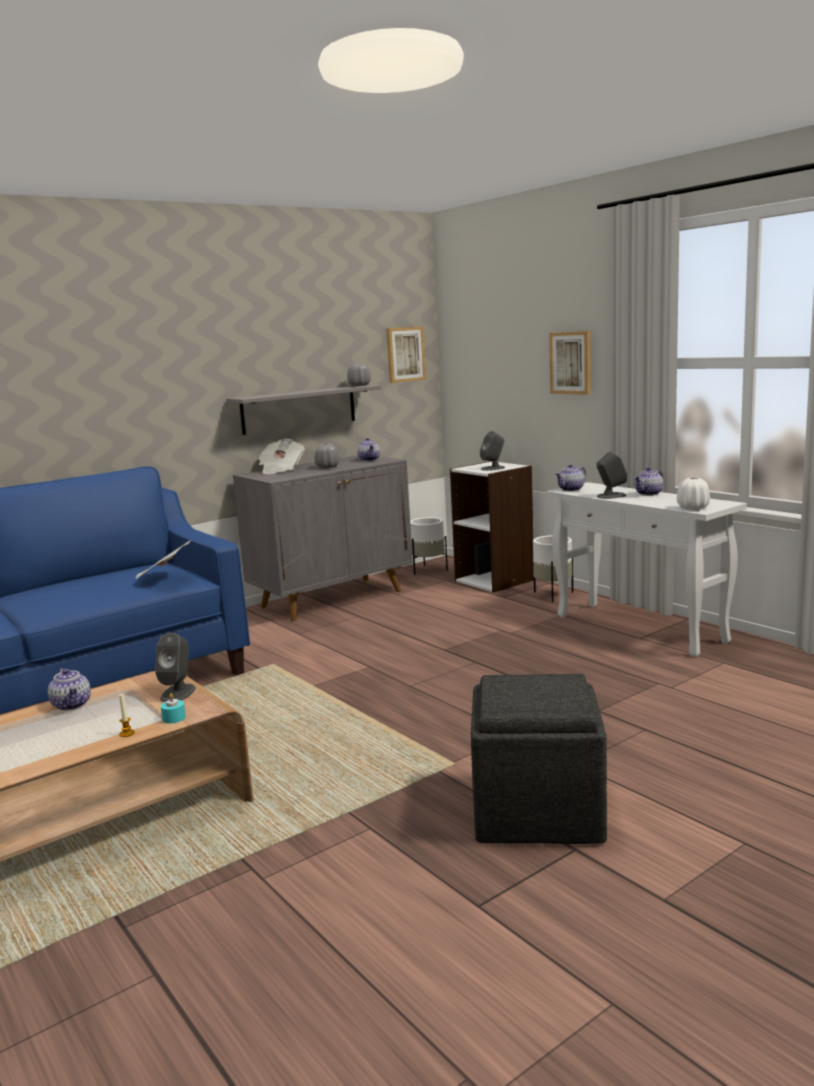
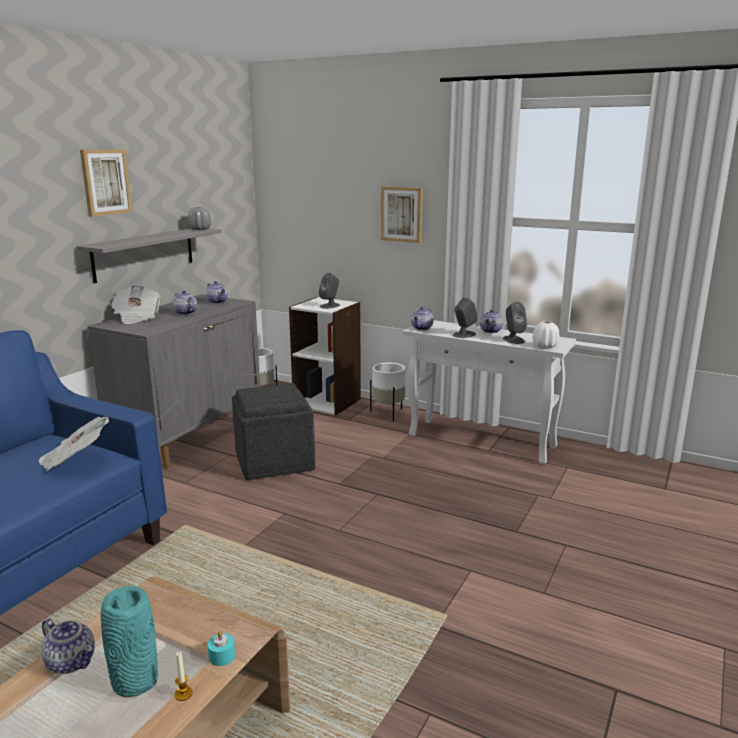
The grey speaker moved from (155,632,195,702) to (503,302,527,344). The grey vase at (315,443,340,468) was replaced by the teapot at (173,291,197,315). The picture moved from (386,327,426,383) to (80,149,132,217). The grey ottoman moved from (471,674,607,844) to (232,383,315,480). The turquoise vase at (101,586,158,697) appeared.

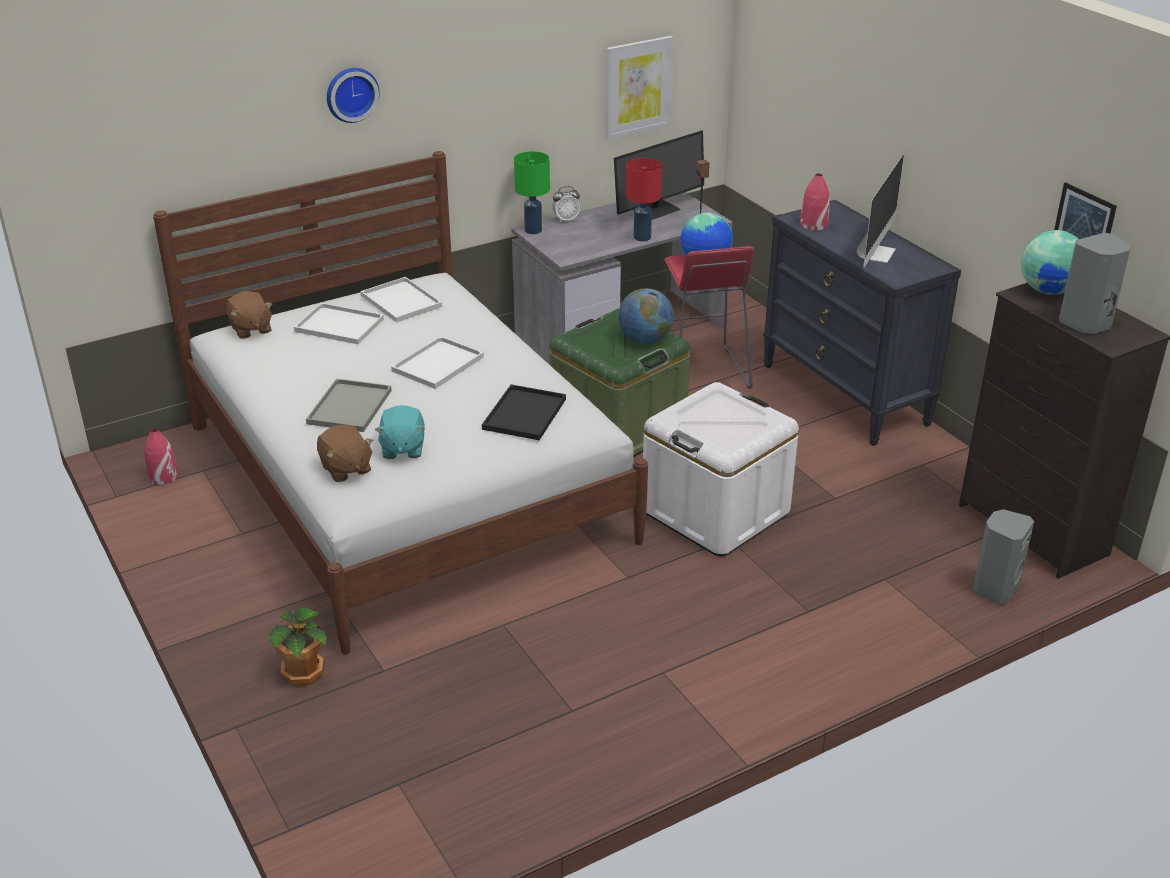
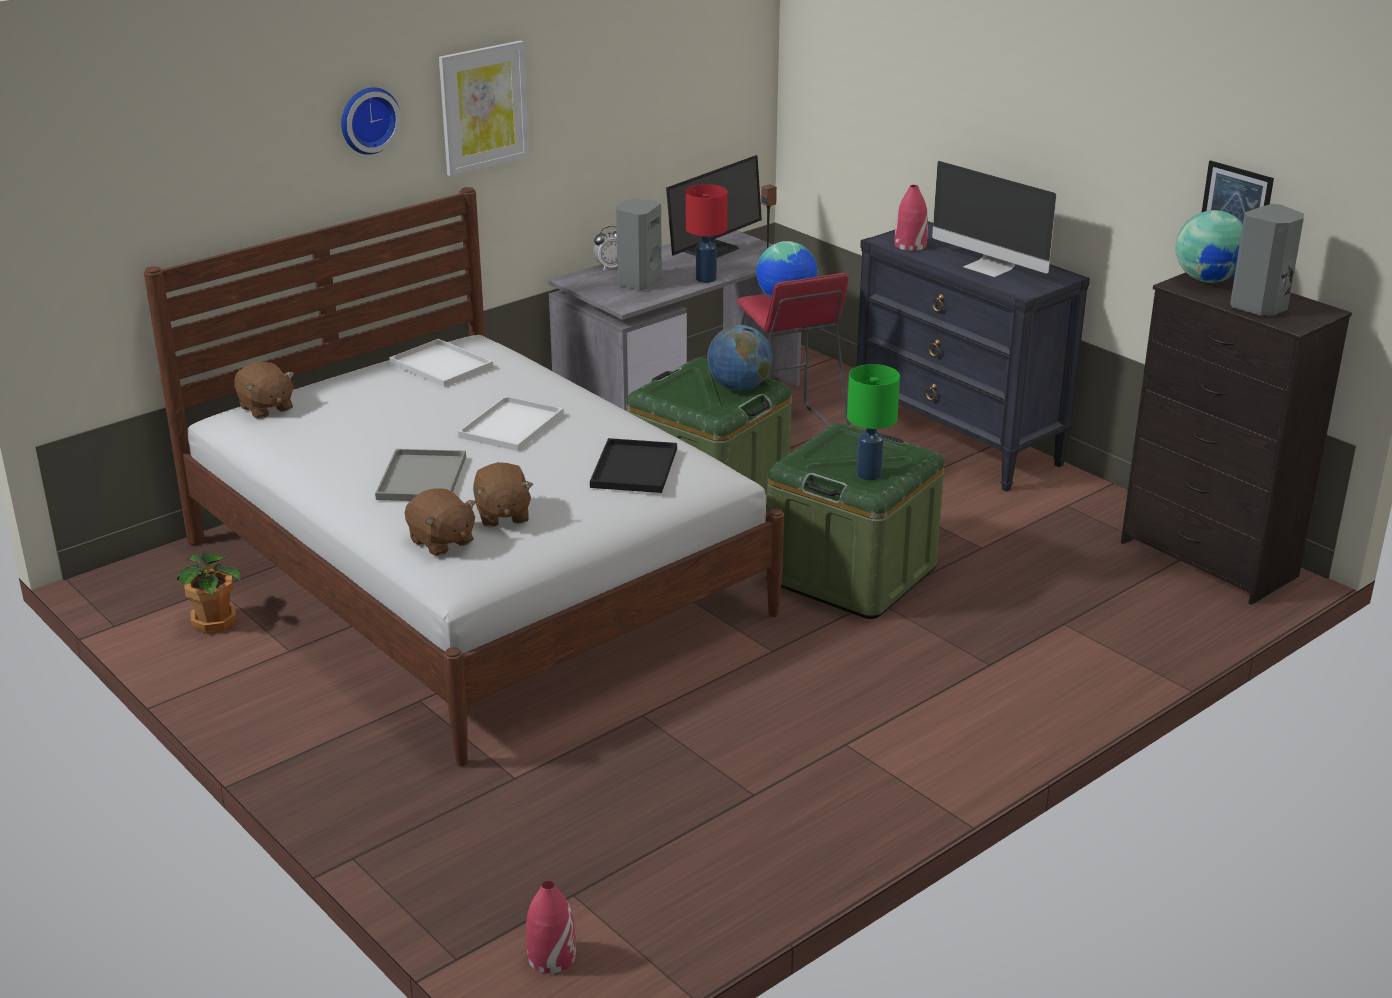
The red vase moved from (144,428,178,485) to (526,881,576,973). The potted plant moved from (269,608,326,686) to (177,553,240,634). The white tray at (294,303,384,344) disappeared. The turquoise plush toy at (375,405,425,459) became the brown plush toy at (473,462,533,527). The green table lamp moved from (514,151,550,234) to (847,364,900,480). The picture moved from (606,36,674,140) to (439,41,529,176). The white storage box at (643,382,799,556) became the green storage box at (765,423,944,619). The monitor at (857,154,904,268) turned 120 degrees clockwise. The grey speaker moved from (973,509,1034,605) to (616,199,662,290).

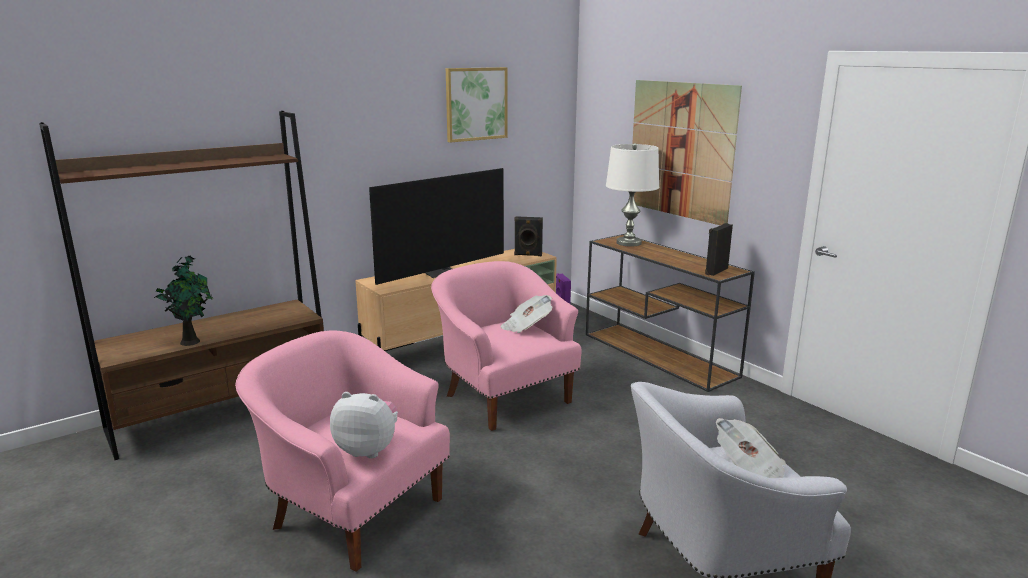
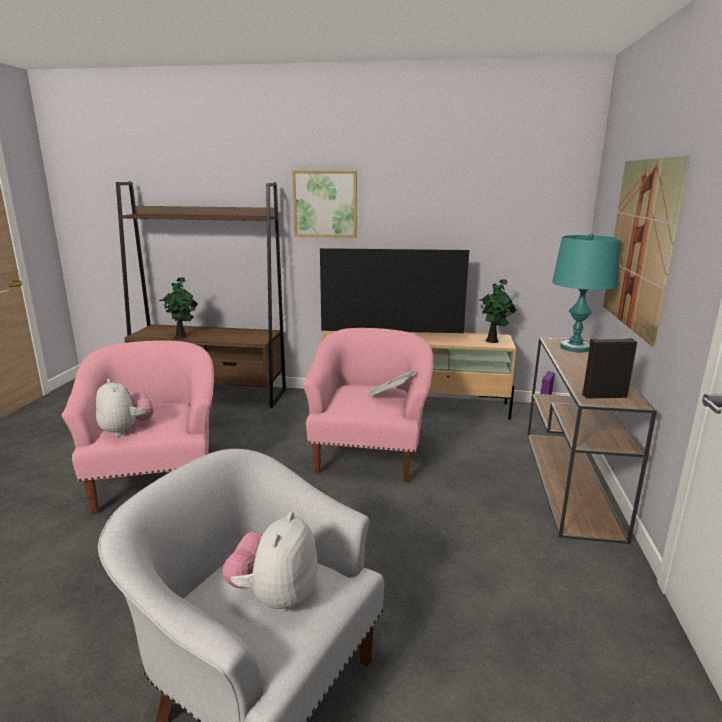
The picture moved from (446,67,507,143) to (292,171,357,238). The black speaker at (514,216,543,256) was replaced by the potted plant at (480,279,516,343). The white table lamp at (606,143,659,247) became the turquoise table lamp at (552,233,621,352). The newspaper at (716,418,786,478) was replaced by the plush toy at (222,512,317,611).

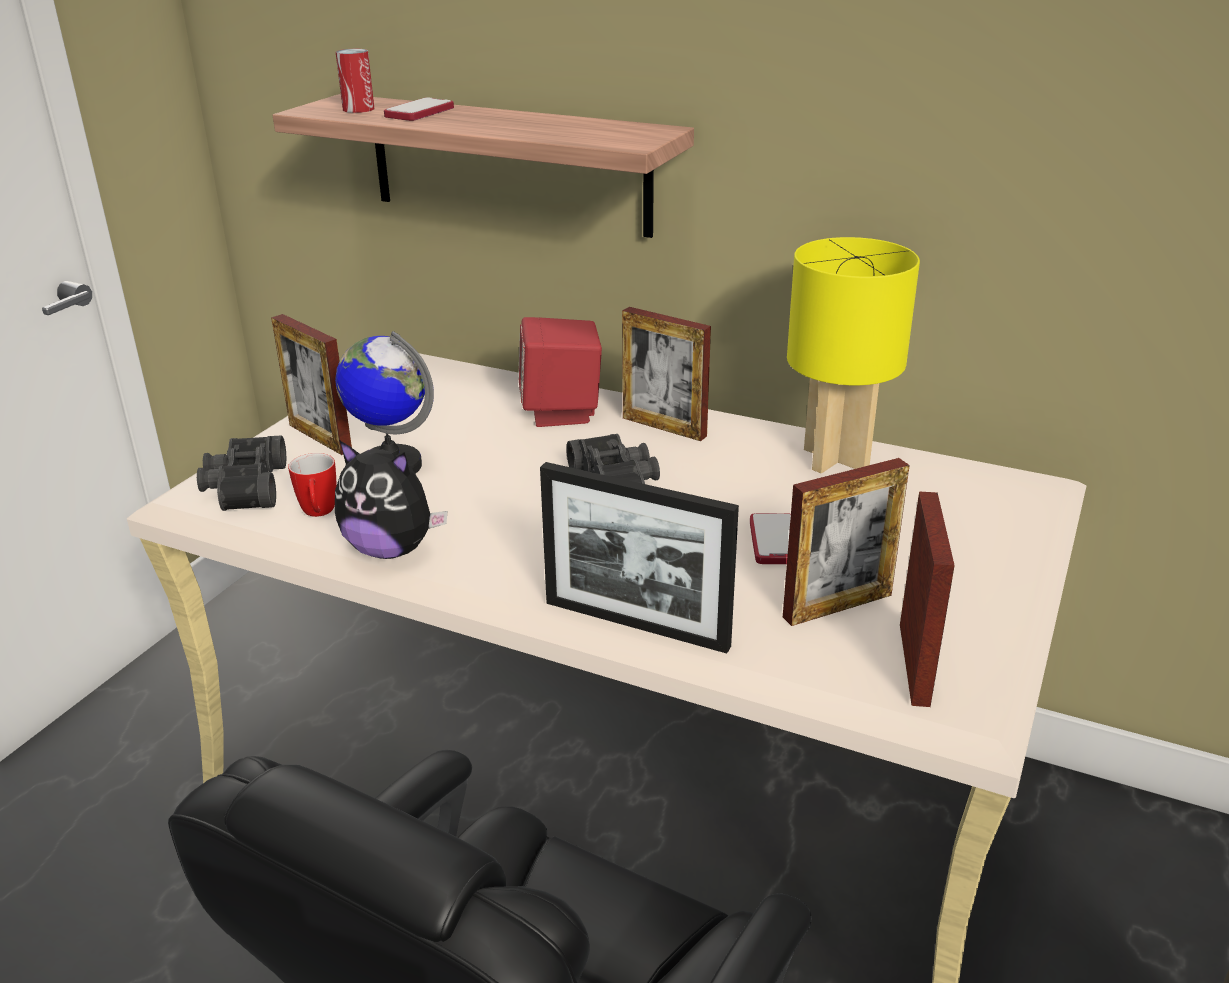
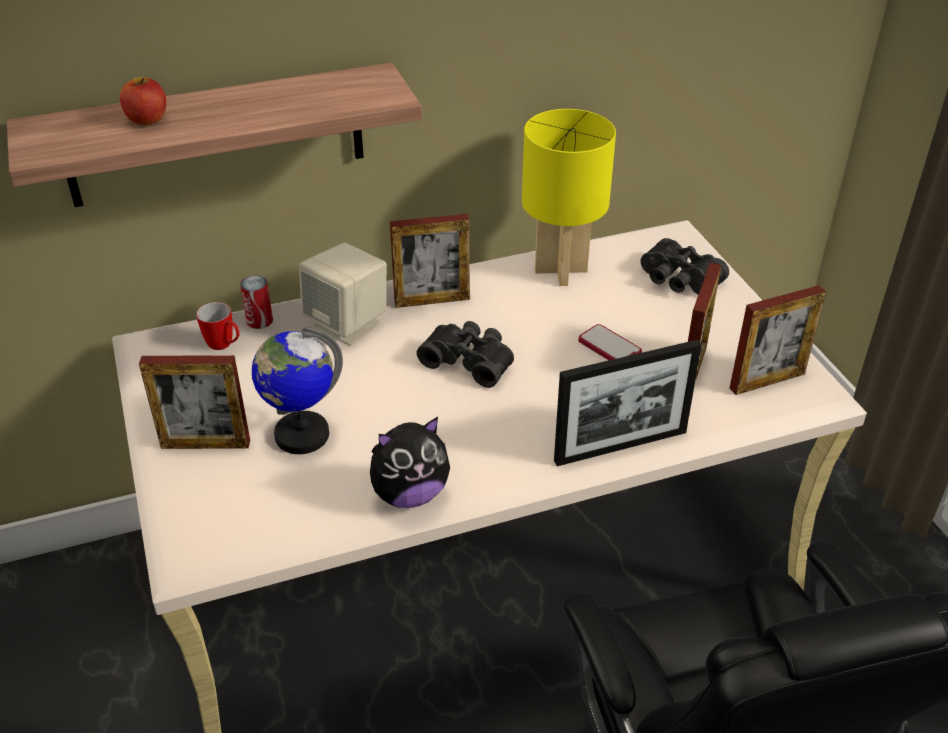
The black binoculars moved from (197,435,286,511) to (641,238,729,295). The mug moved from (288,453,336,517) to (196,302,240,350). The can moved from (336,49,374,113) to (240,275,273,329). The phone at (384,97,454,121) was replaced by the apple at (120,77,166,125). The red speaker at (518,317,602,427) became the beige speaker at (299,242,387,346). The picture frame at (900,492,955,707) turned 105 degrees clockwise.

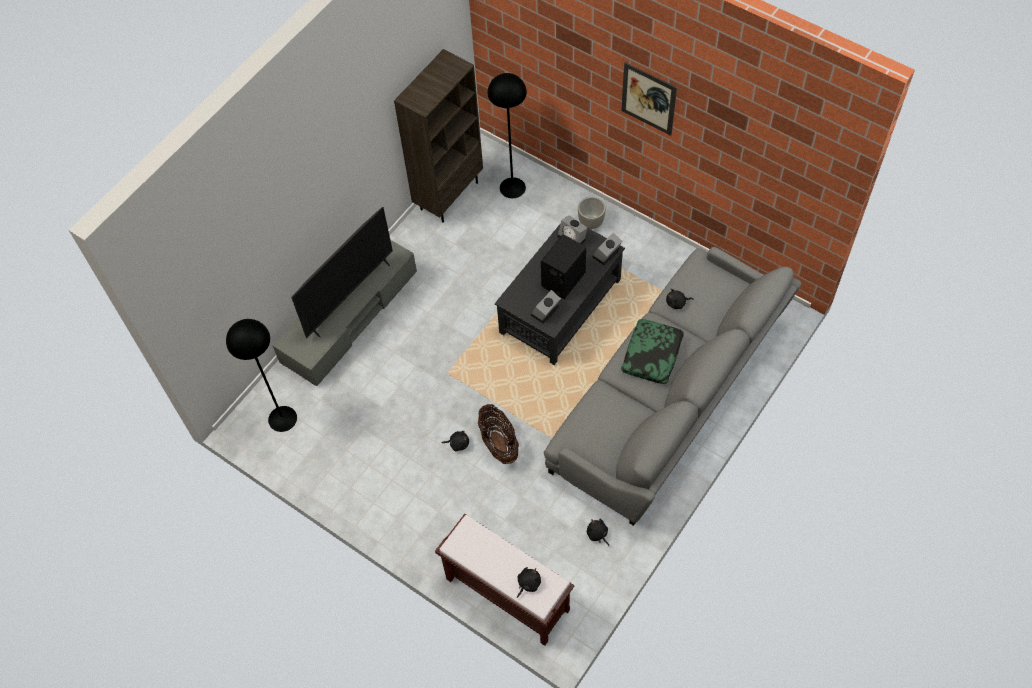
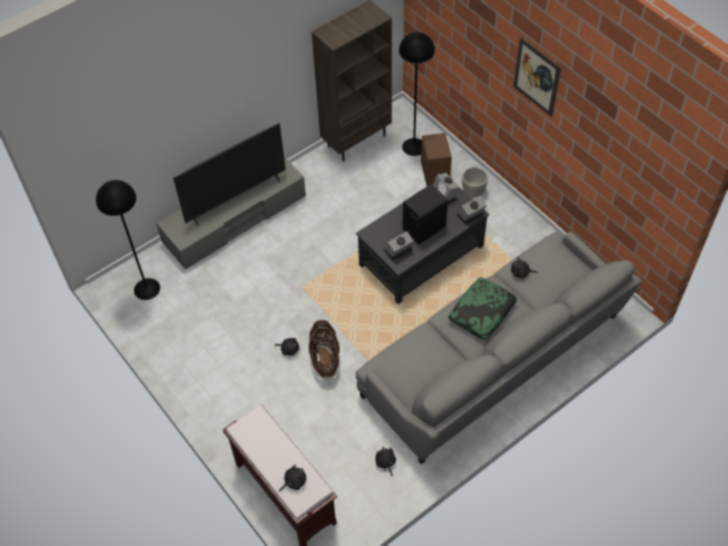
The brown speaker at (421,133,452,186) appeared.

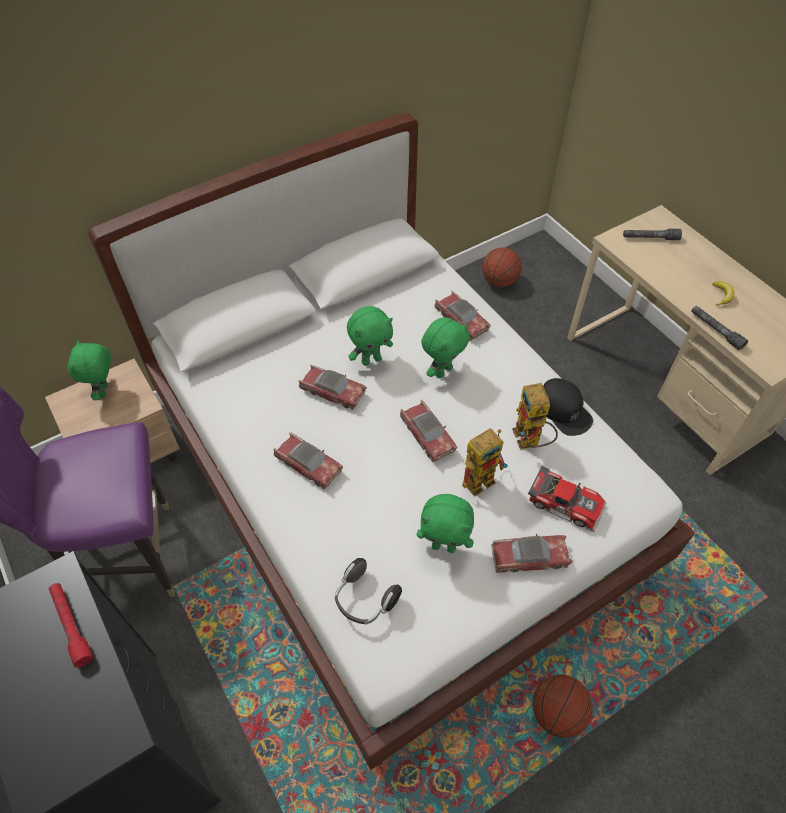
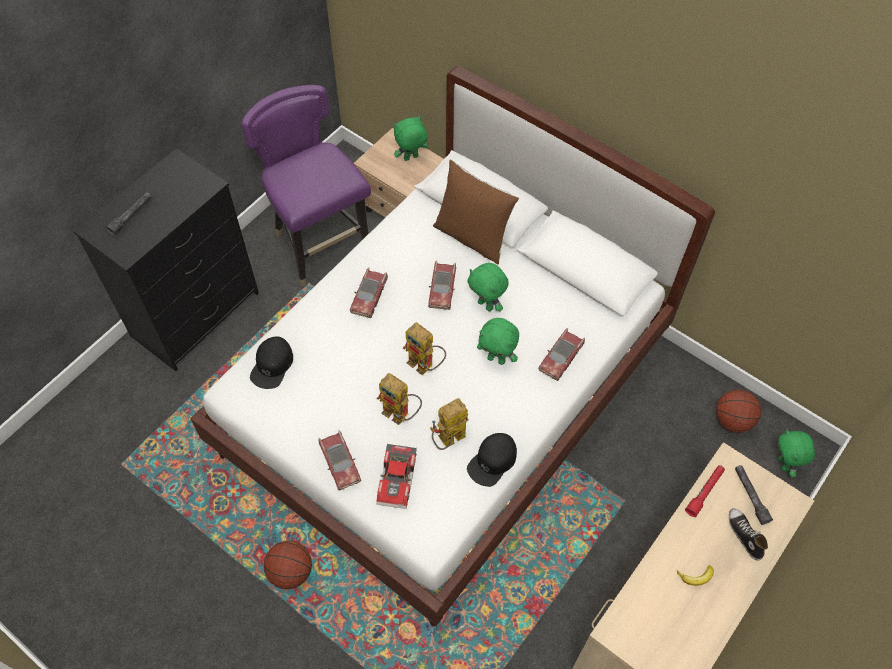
The red flashlight moved from (49,583,93,668) to (685,465,725,517). The headphones at (335,558,402,624) was replaced by the black cap at (250,337,293,389). The toy car at (400,400,457,462) was replaced by the toy robot at (403,322,446,376). The green plush toy moved from (417,494,474,553) to (778,429,815,477). The grey flashlight moved from (691,306,748,350) to (106,192,151,235). The brown pillow at (433,160,519,264) appeared. The shoe at (729,508,768,560) appeared.

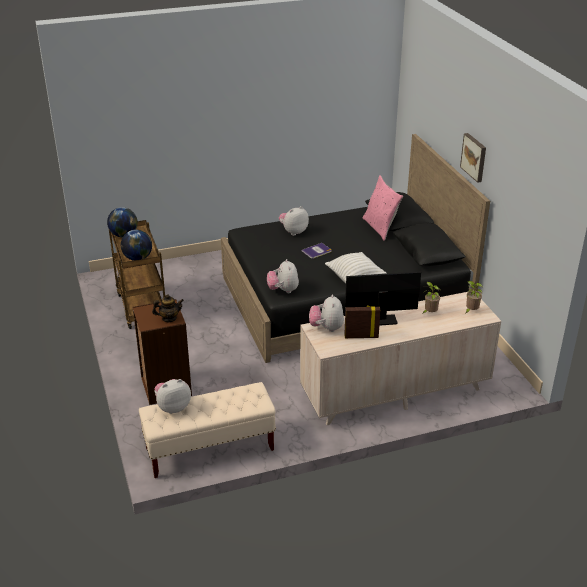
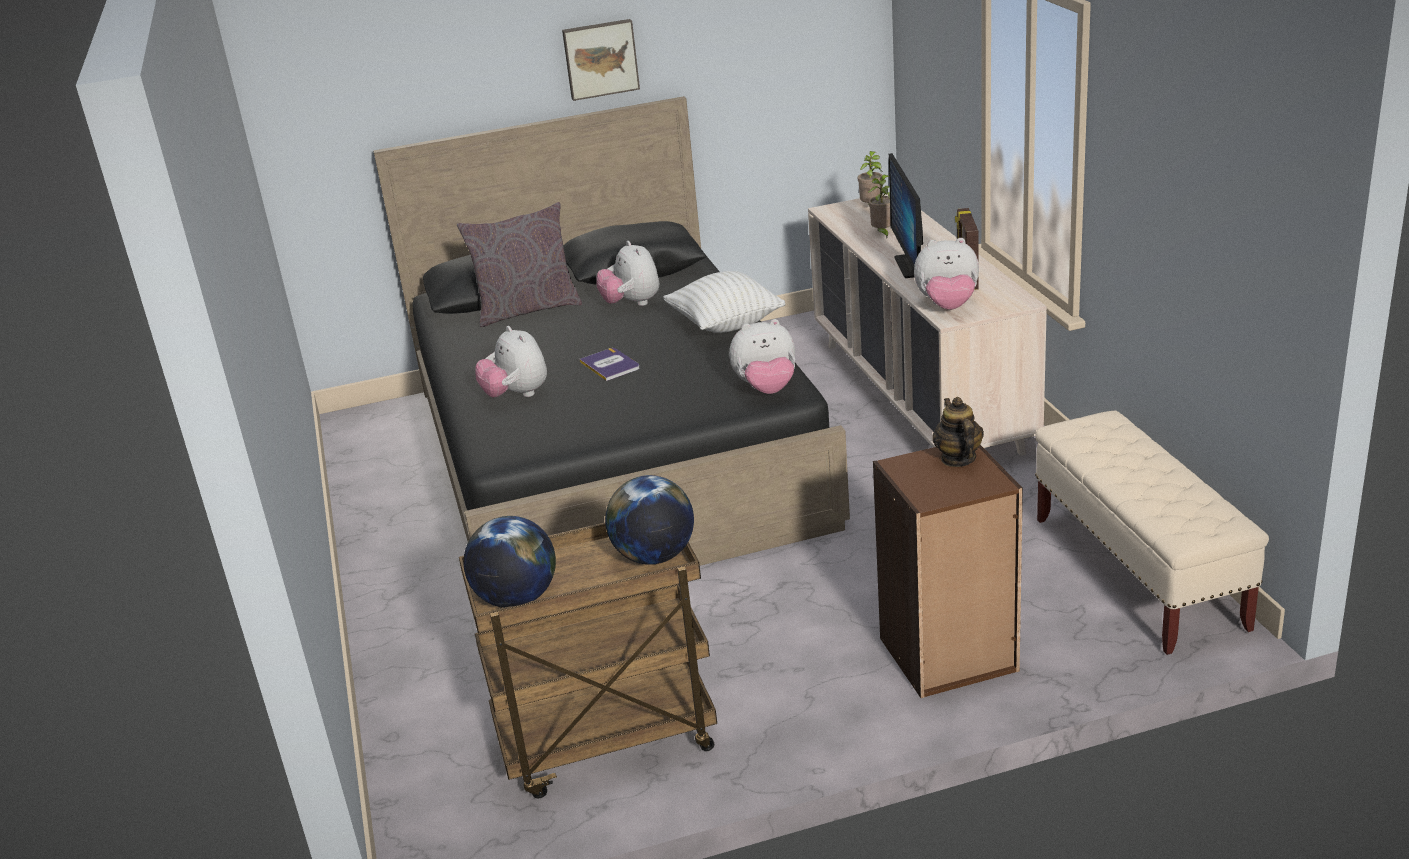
The plush toy moved from (154,379,191,414) to (596,241,659,306). The pink pillow at (363,175,403,241) became the grey pillow at (457,202,582,327).

